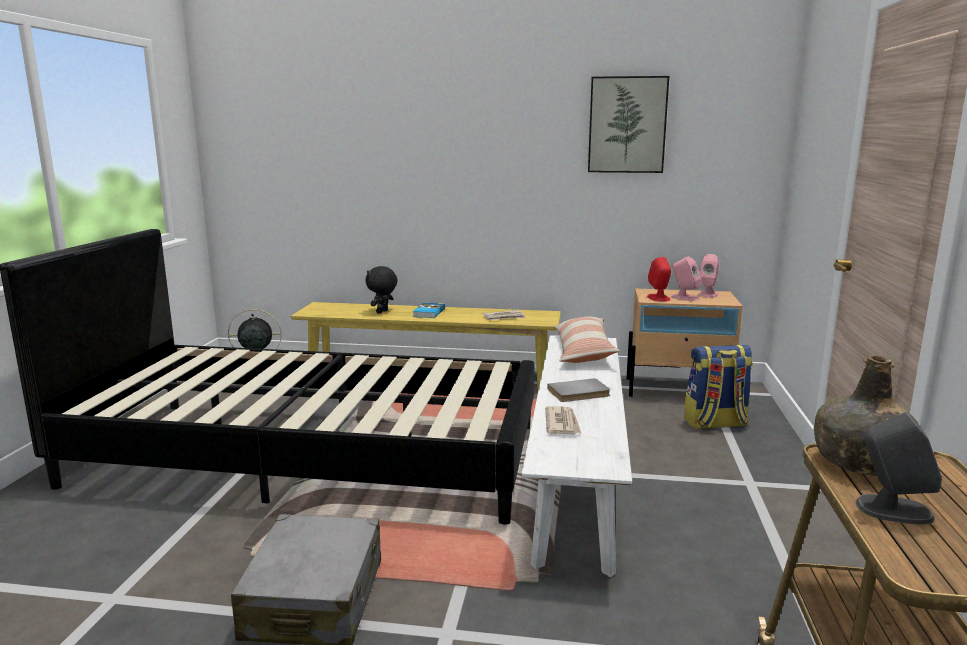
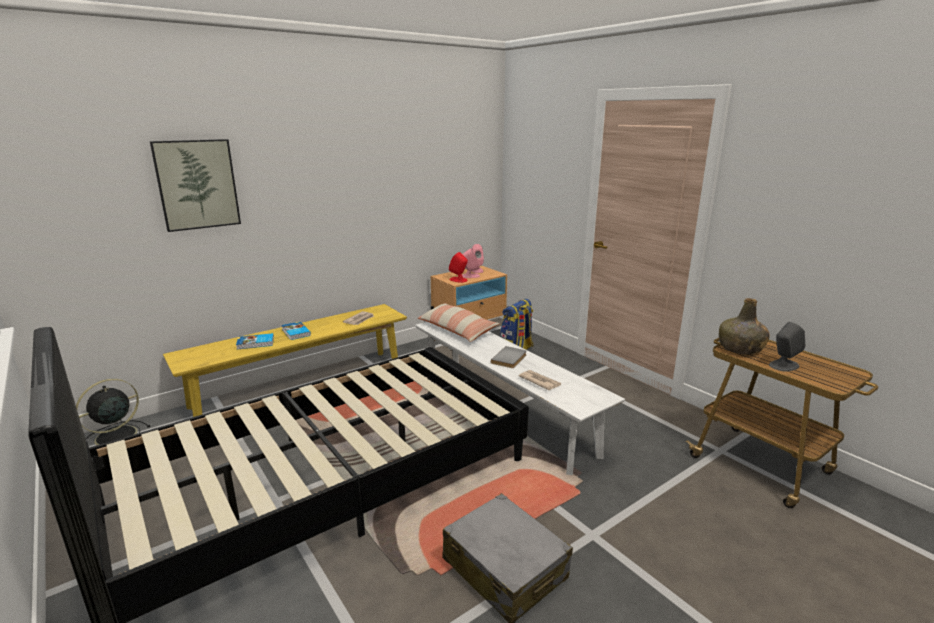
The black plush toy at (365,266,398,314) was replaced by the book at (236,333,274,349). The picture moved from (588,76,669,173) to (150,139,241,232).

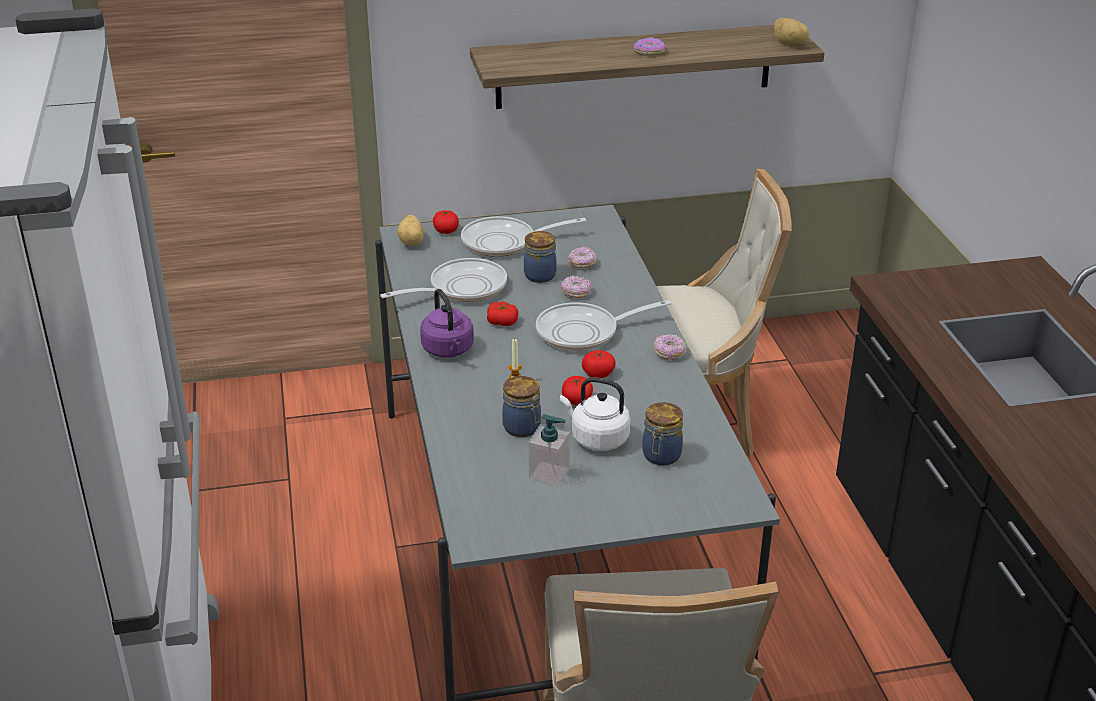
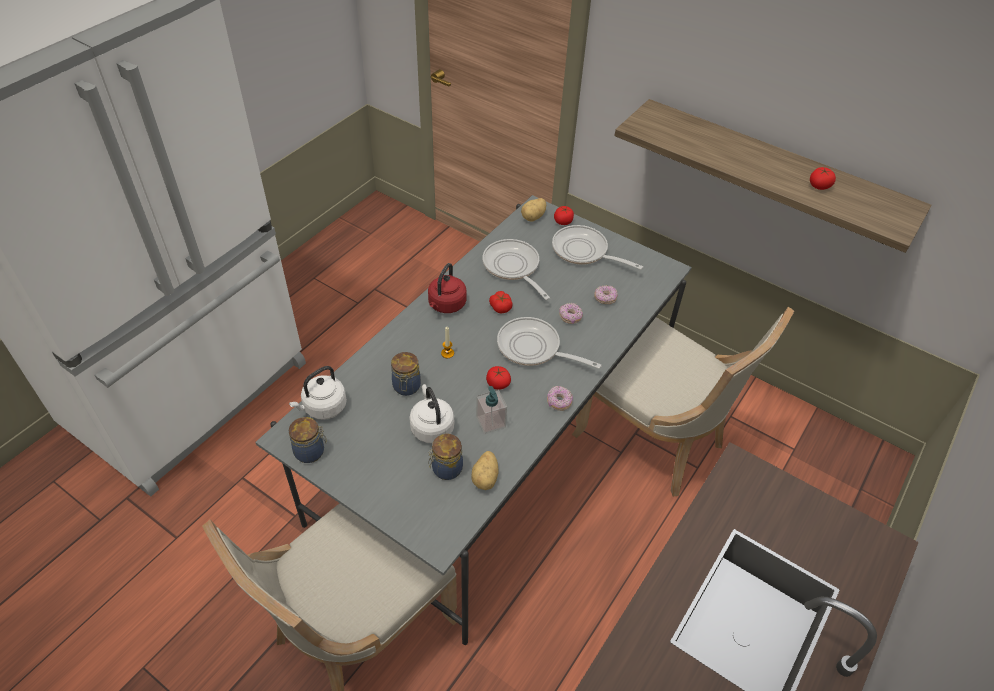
The frying pan at (380,258,507,302) turned 135 degrees counterclockwise. The purple kettle at (420,289,474,358) became the red kettle at (428,263,467,313). The jar moved from (524,231,557,283) to (289,417,326,463). The soap dispenser moved from (529,414,570,487) to (476,386,507,434). The tomato moved from (562,376,593,405) to (810,167,836,190). The donut at (634,37,665,56) disappeared. The potato moved from (774,18,809,45) to (471,451,498,490). The white kettle at (289,366,347,420) appeared.

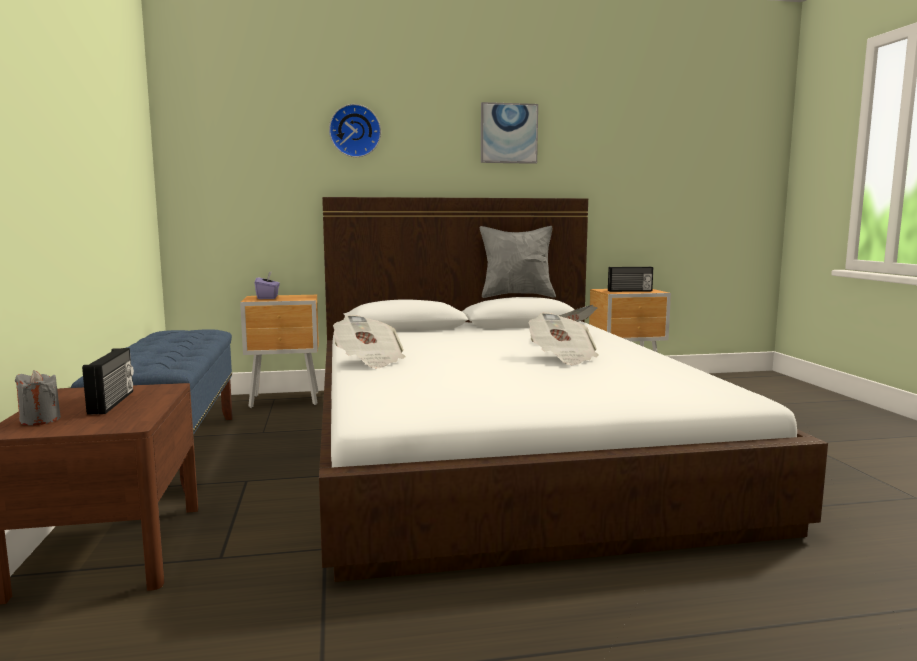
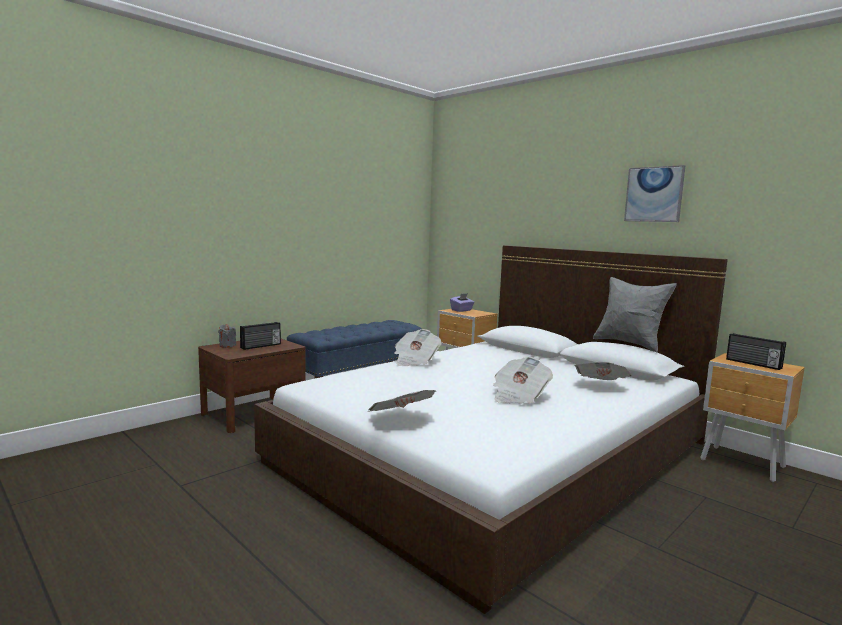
The wall clock at (329,104,381,157) disappeared. The newspaper at (369,390,436,412) appeared.

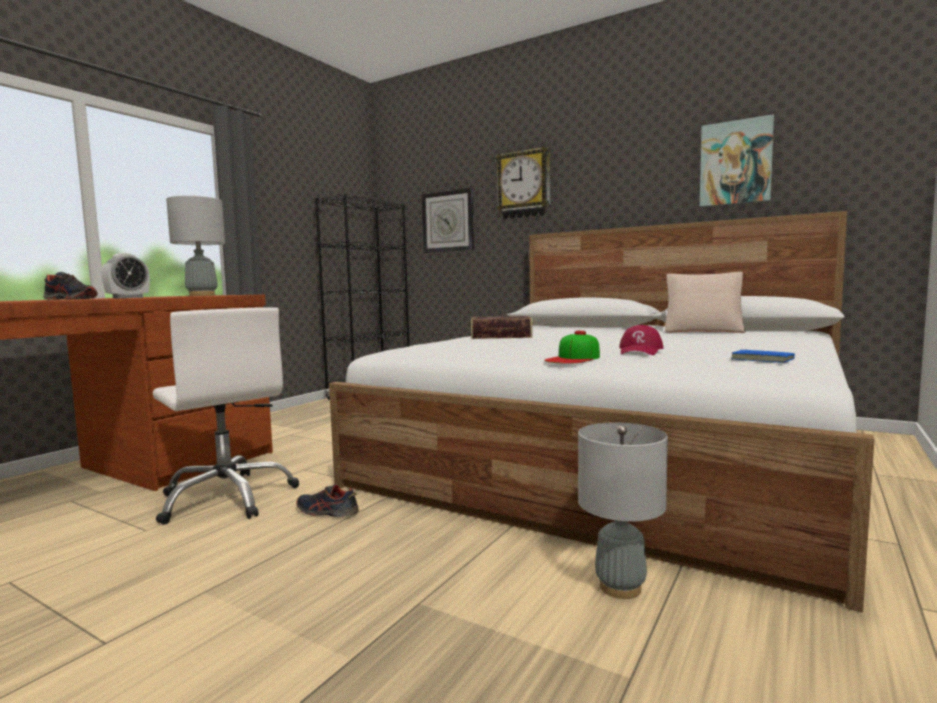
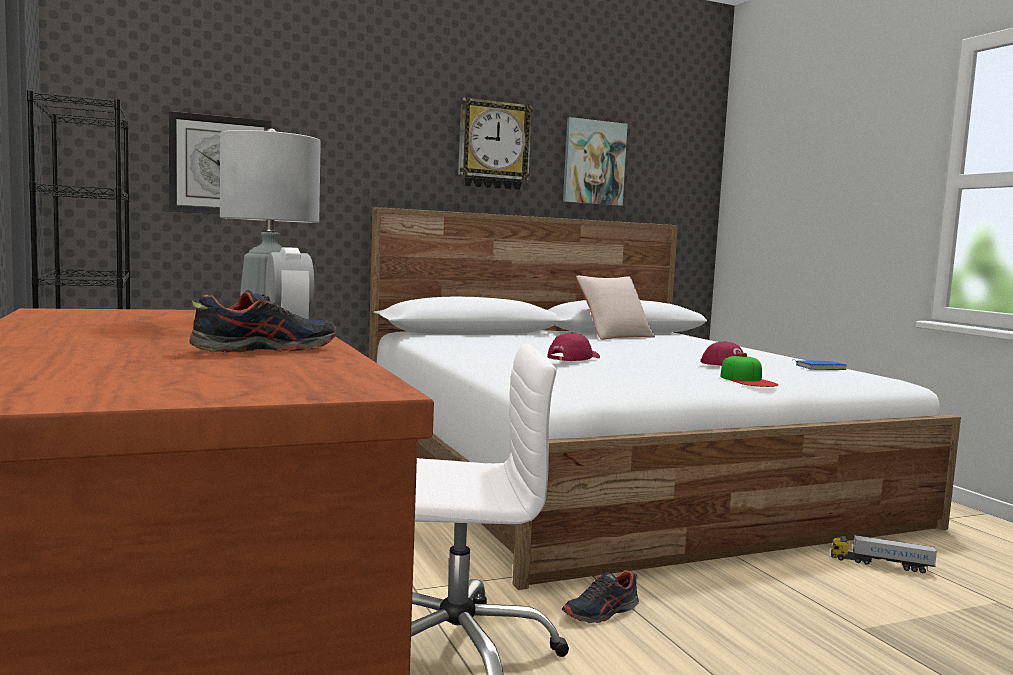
The book at (471,316,533,339) was replaced by the red cap at (547,333,600,361). The wall clock moved from (496,146,550,219) to (458,97,533,190). The grey table lamp at (578,422,668,599) was replaced by the toy truck at (831,535,937,573).

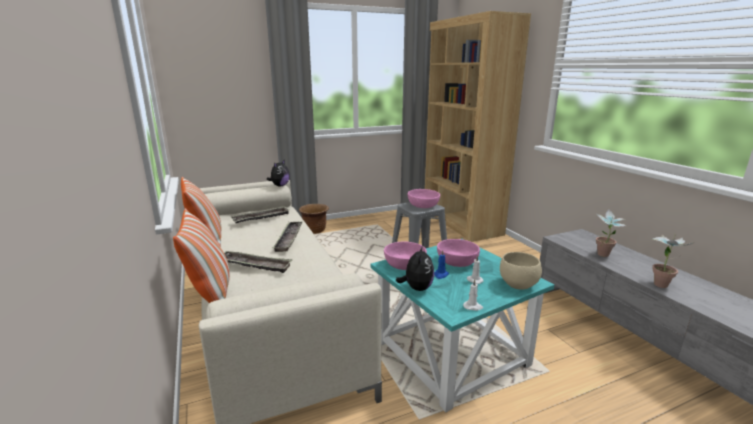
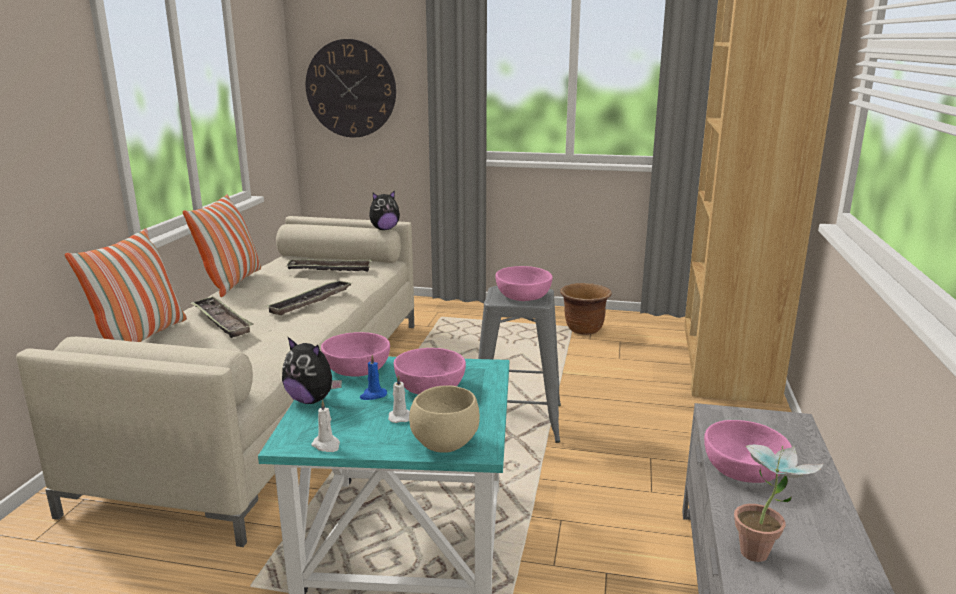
The brown planter moved from (299,204,329,234) to (560,283,612,335). The plush toy at (396,245,434,291) turned 75 degrees clockwise. The potted plant at (596,209,628,257) was replaced by the pink bowl at (704,420,792,483). The wall clock at (306,39,396,137) appeared.

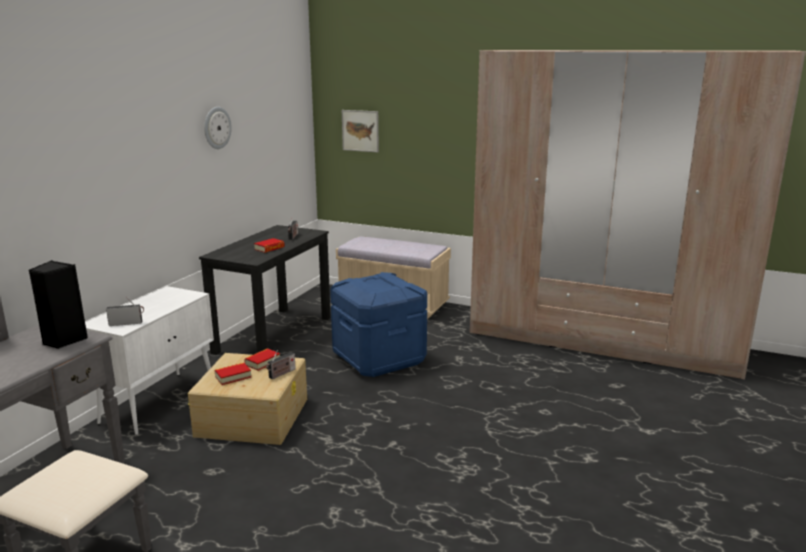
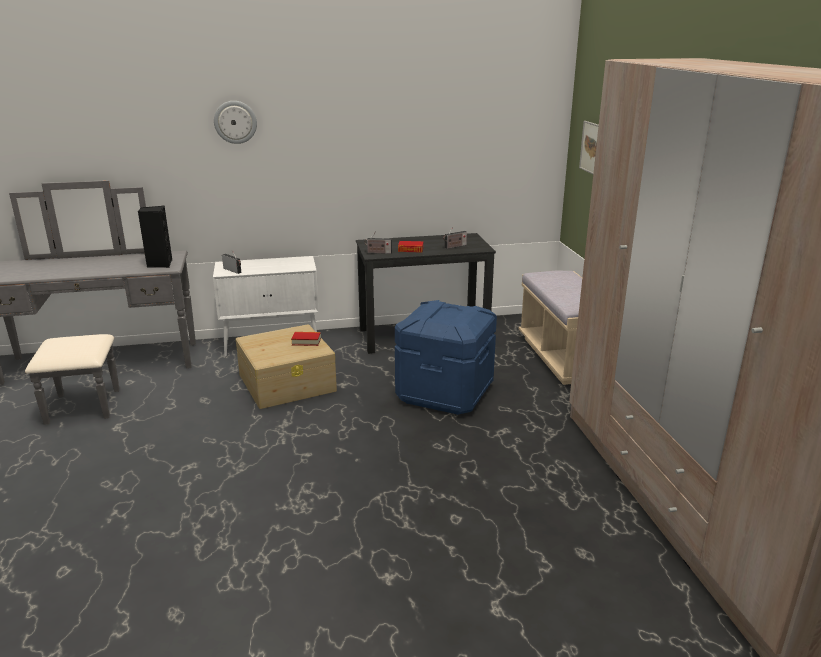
The wall clock moved from (204,107,232,149) to (214,101,257,144). The book at (215,363,252,385) disappeared. The radio moved from (266,350,296,379) to (365,231,392,254).

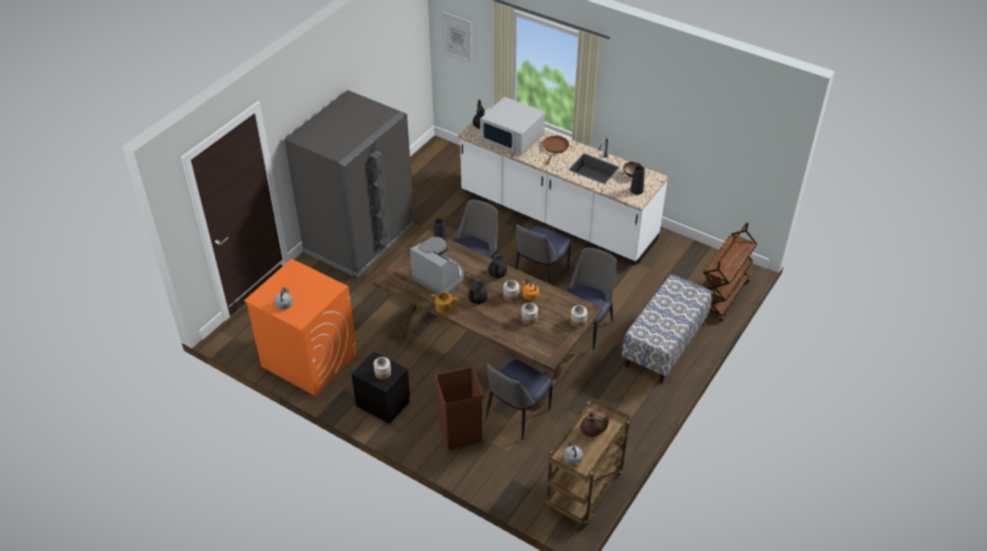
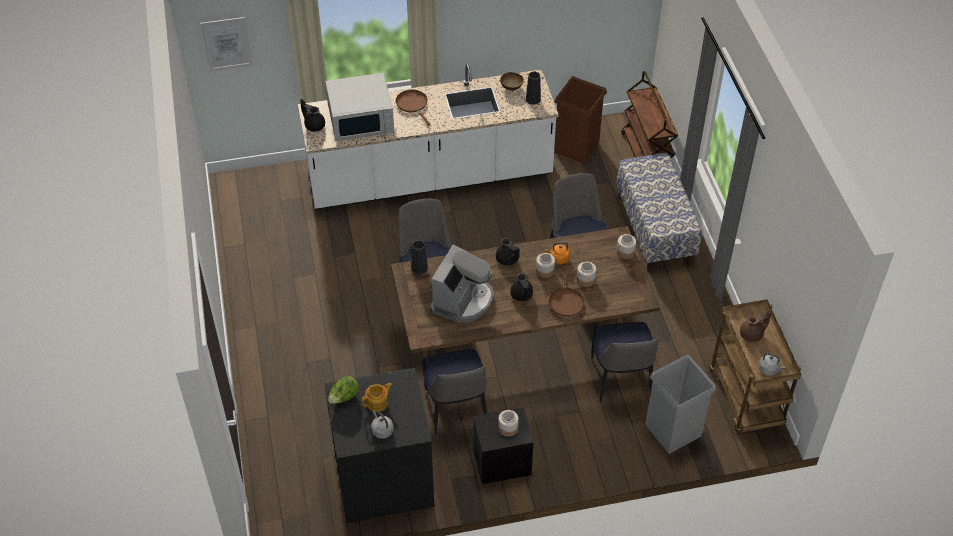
The orange washing machine at (244,259,357,396) became the black washing machine at (324,368,434,523). The grey fridge at (284,90,414,277) disappeared. The coffee machine at (410,237,464,294) turned 120 degrees clockwise. The teapot moved from (431,292,458,314) to (361,383,392,412). The brown trash can moved from (434,365,485,450) to (554,76,607,163). The chair moved from (515,224,571,284) to (422,349,487,434). The lettuce at (328,376,359,404) appeared. The brown frying pan at (549,268,585,317) appeared. The grey trash can at (645,354,716,454) appeared.

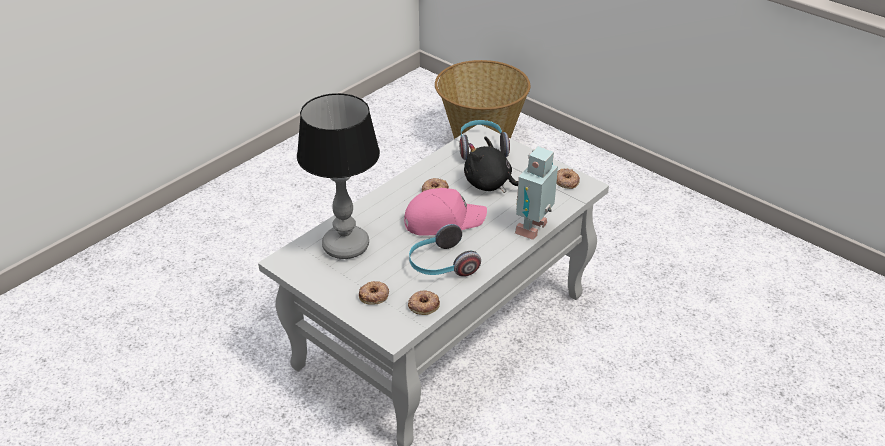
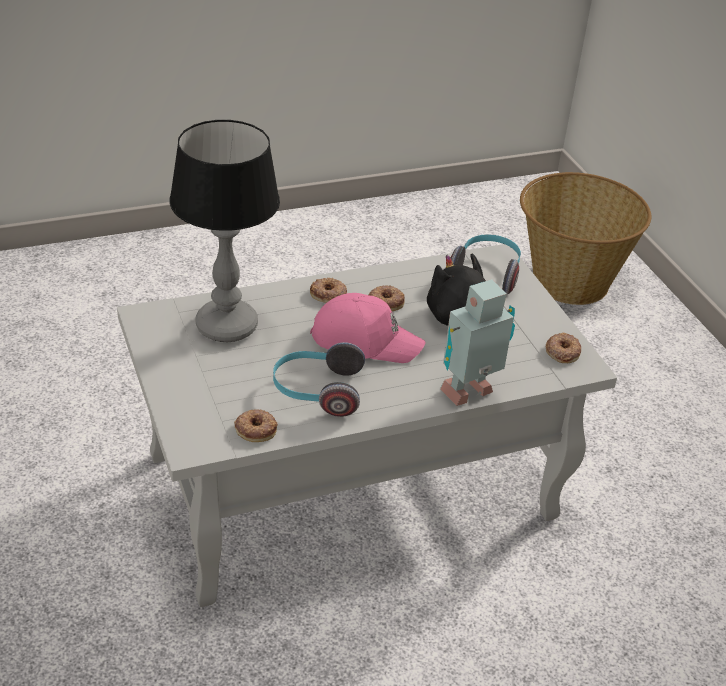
The donut moved from (359,281,389,305) to (310,278,347,303).

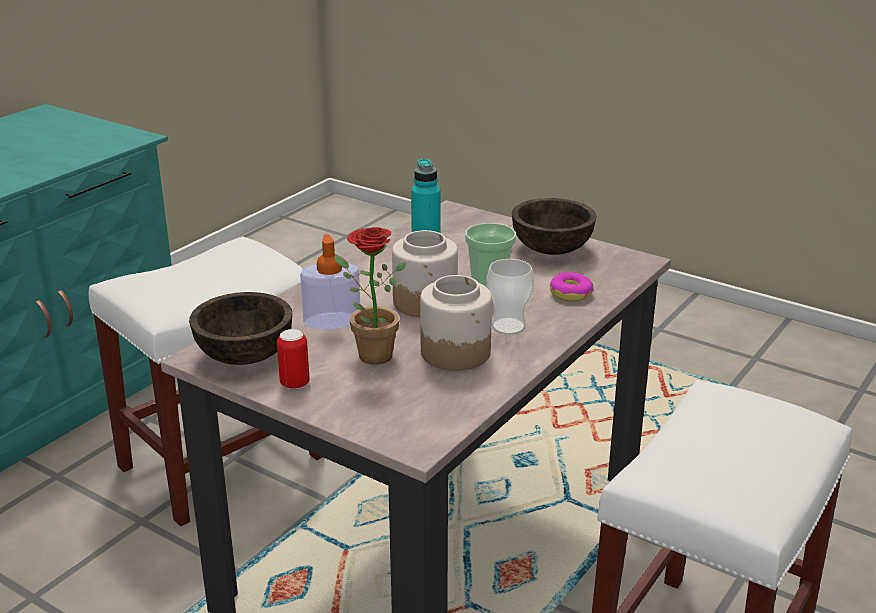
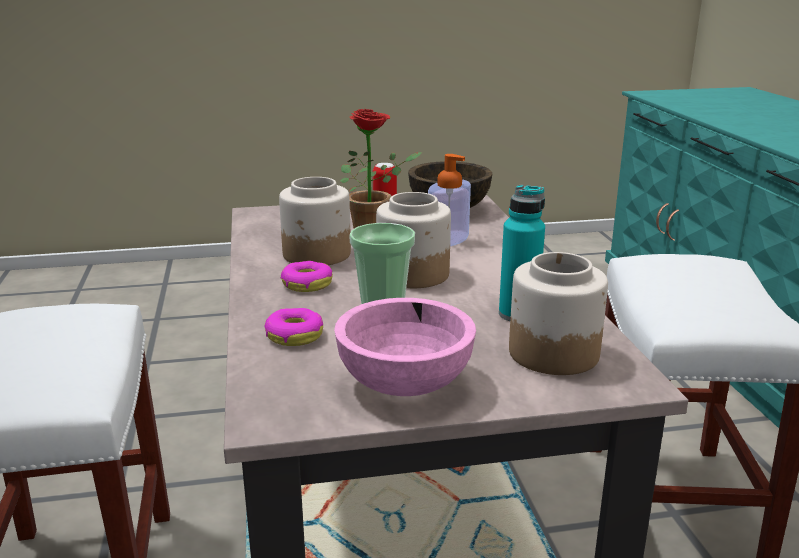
The cup at (486,259,534,335) was replaced by the donut at (281,261,333,292). The brown bowl at (512,198,597,255) became the pink bowl at (334,298,476,396). The jar at (509,252,608,375) appeared.

